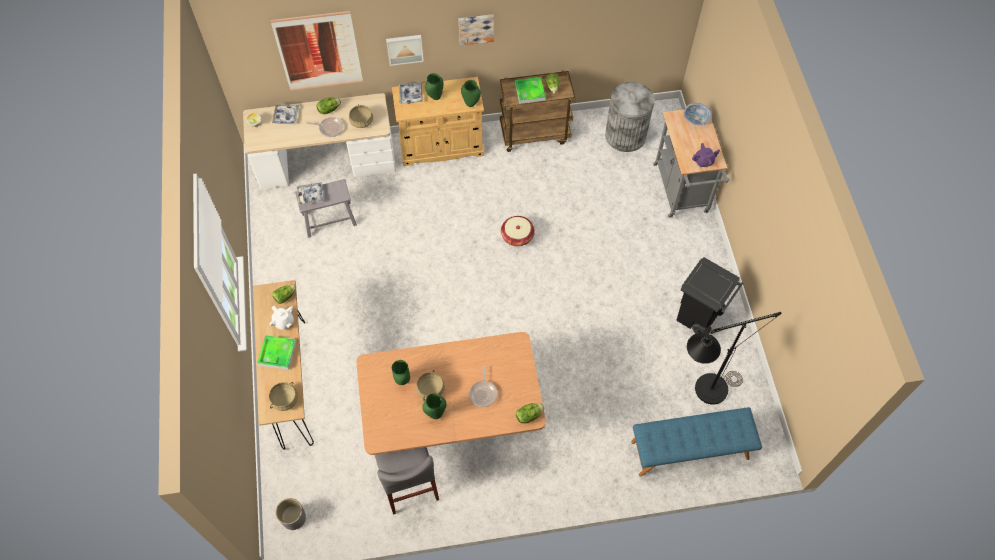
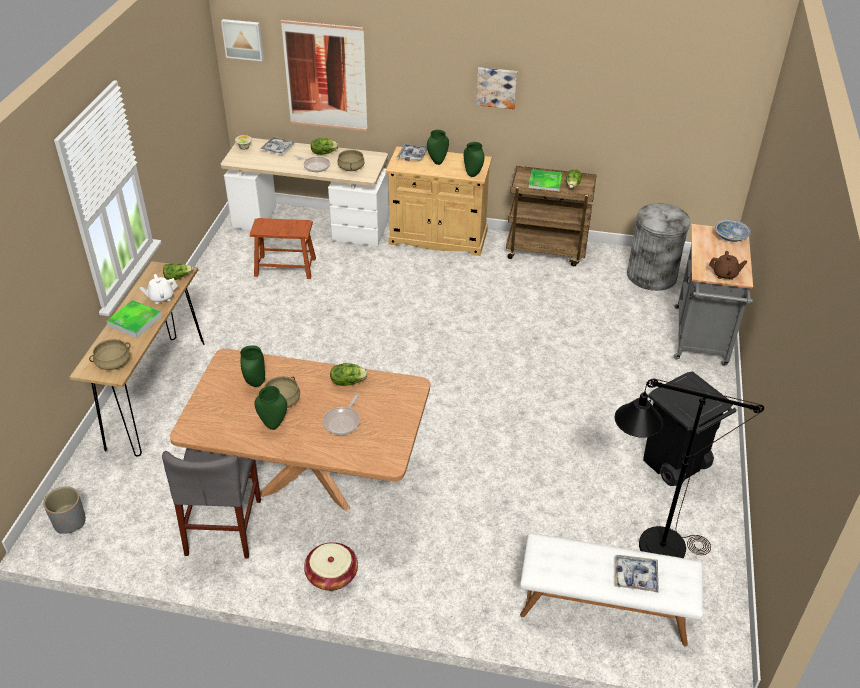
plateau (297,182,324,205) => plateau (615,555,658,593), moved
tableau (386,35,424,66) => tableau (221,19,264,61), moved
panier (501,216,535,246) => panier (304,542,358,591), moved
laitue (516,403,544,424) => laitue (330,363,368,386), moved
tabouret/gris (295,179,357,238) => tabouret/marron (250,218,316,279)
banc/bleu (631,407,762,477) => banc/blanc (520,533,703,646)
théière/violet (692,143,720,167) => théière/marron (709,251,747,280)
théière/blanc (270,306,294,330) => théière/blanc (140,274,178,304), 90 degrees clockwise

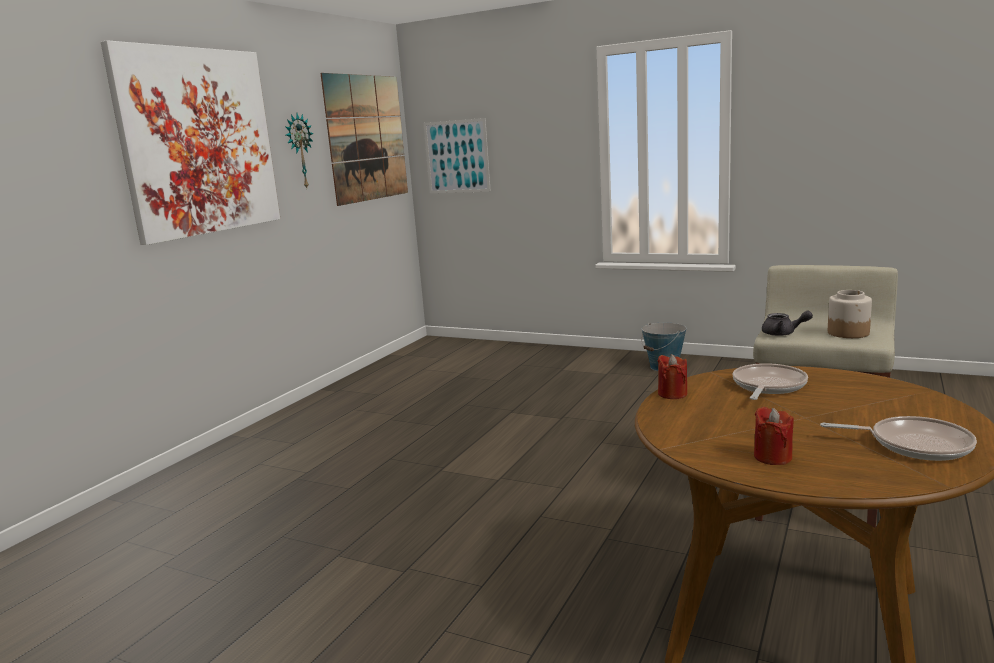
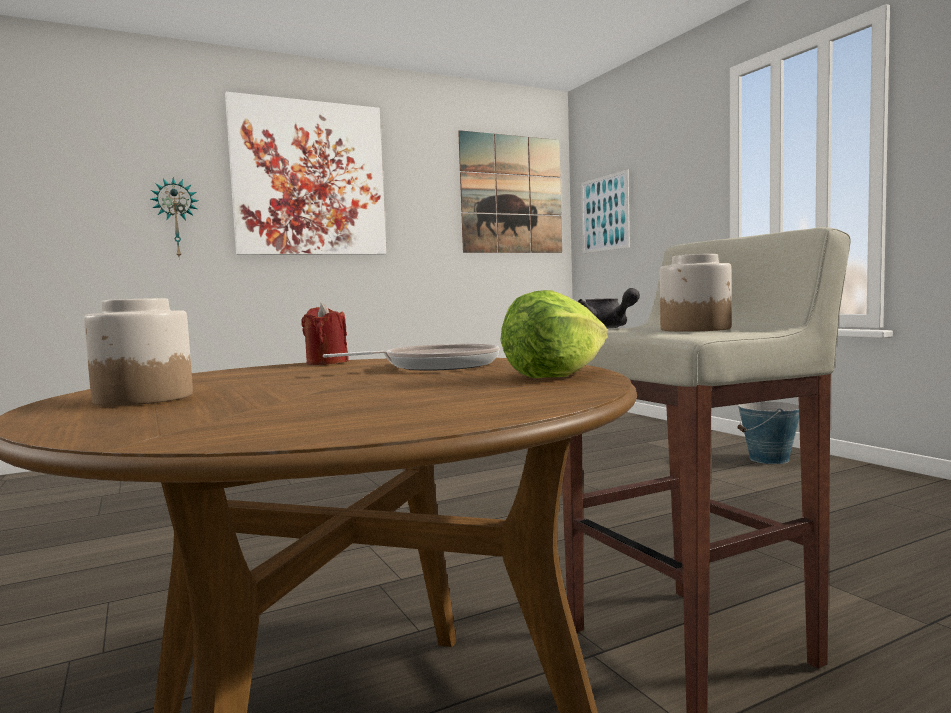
poêle (820,416,977,461) => nothing
nothing => laitue (500,290,608,378)
horloge murale (285,114,314,188) => horloge murale (150,177,199,257), moved
bougie/rouge (754,407,794,465) => bocal (84,298,193,406)

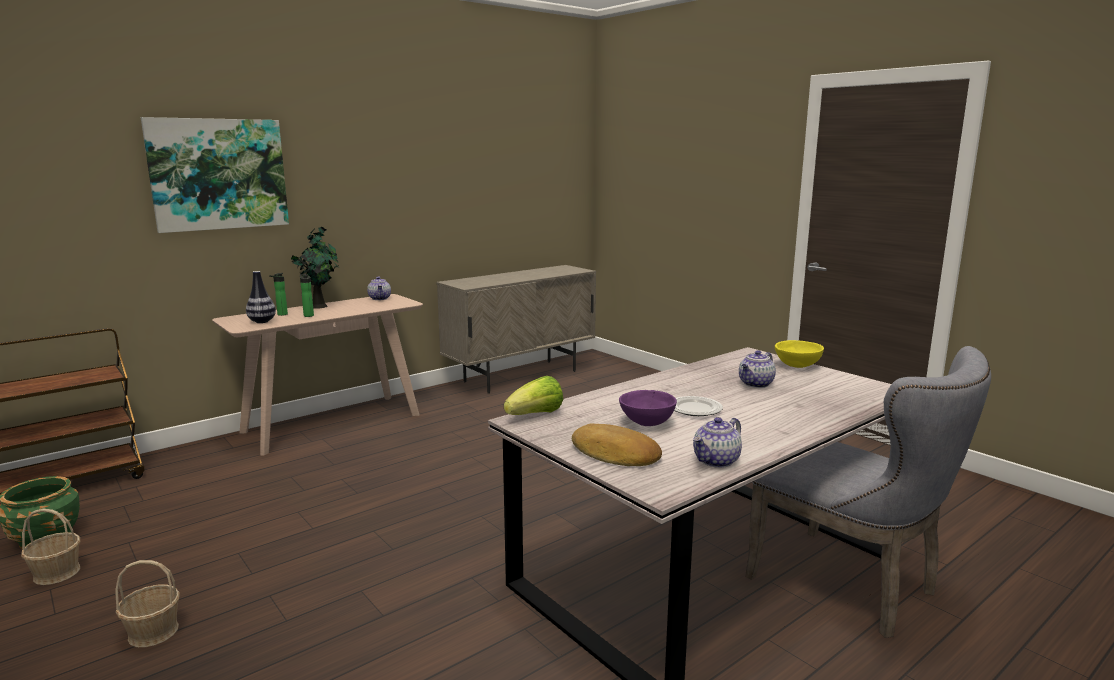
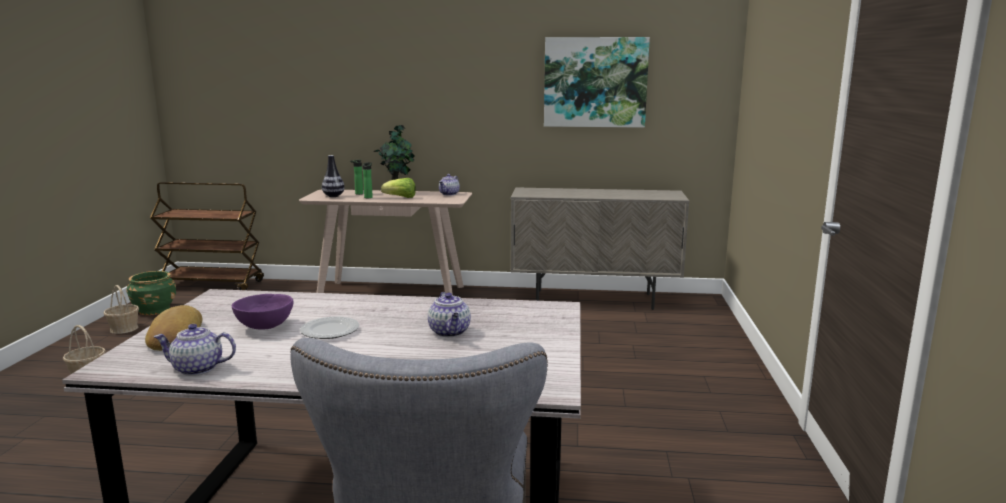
bol/jaune (775,340,824,368) => nothing
tableau (141,117,289,233) => tableau (544,37,650,128), moved
laitue (504,376,563,415) => laitue (381,178,416,198), moved
théière (739,350,776,388) => théière (428,292,471,337), 105 degrees counterclockwise

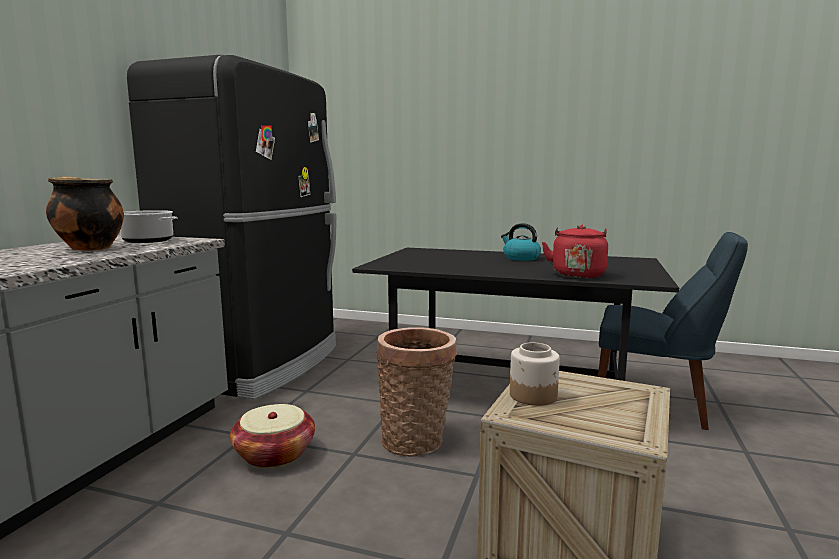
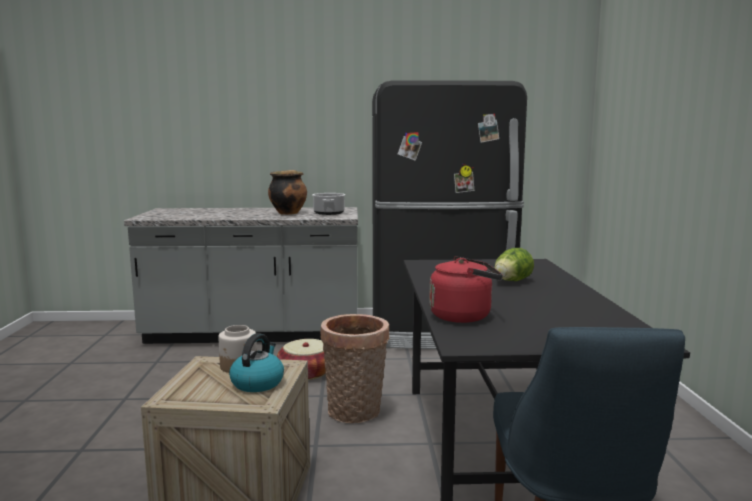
nothing => laitue (495,248,534,281)
bouilloire (501,223,541,261) => bouilloire (229,333,284,392), moved

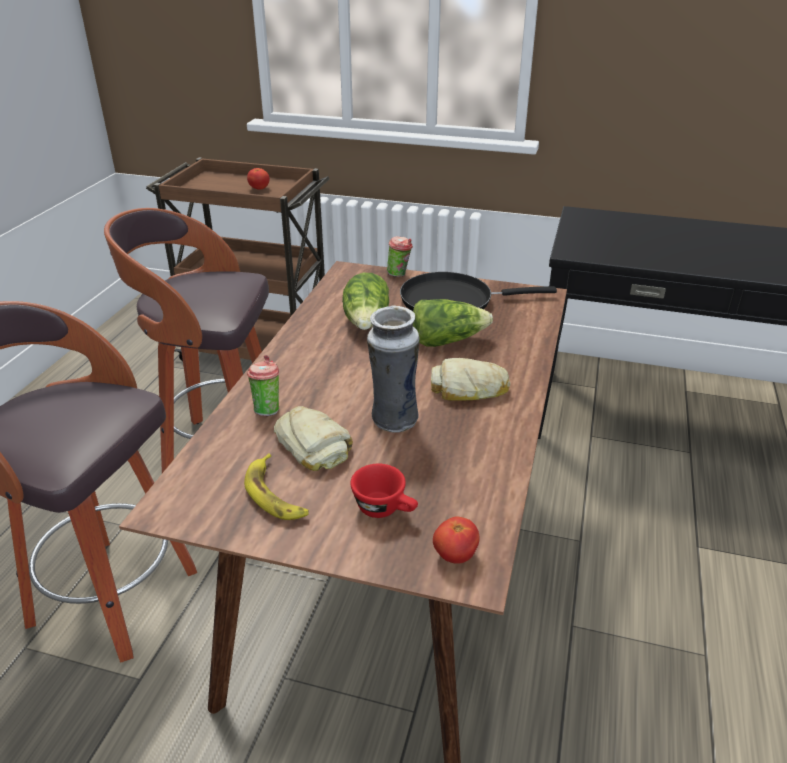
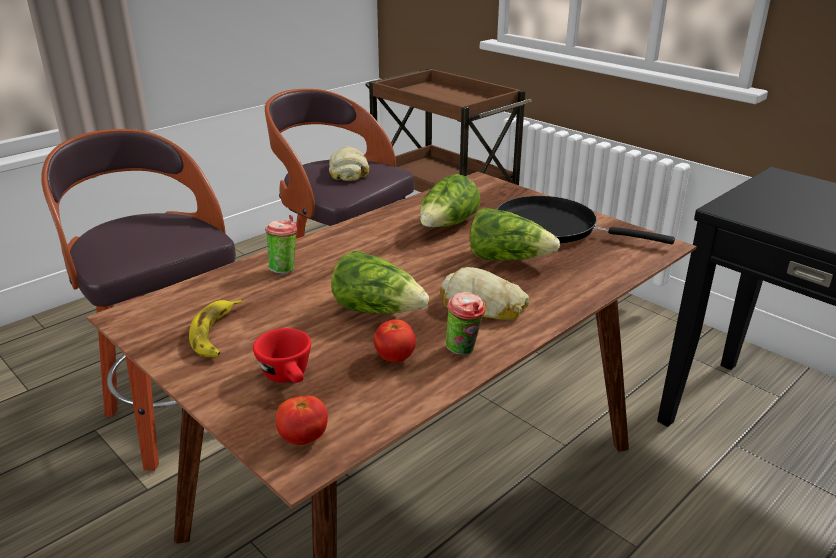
tomate (247,168,270,190) => tomate (374,319,416,363), moved
pain (274,406,353,471) => pain (329,146,369,181), moved
tasse (387,236,413,277) => tasse (446,292,486,355), moved
vase (367,305,420,432) => laitue (331,251,429,314)

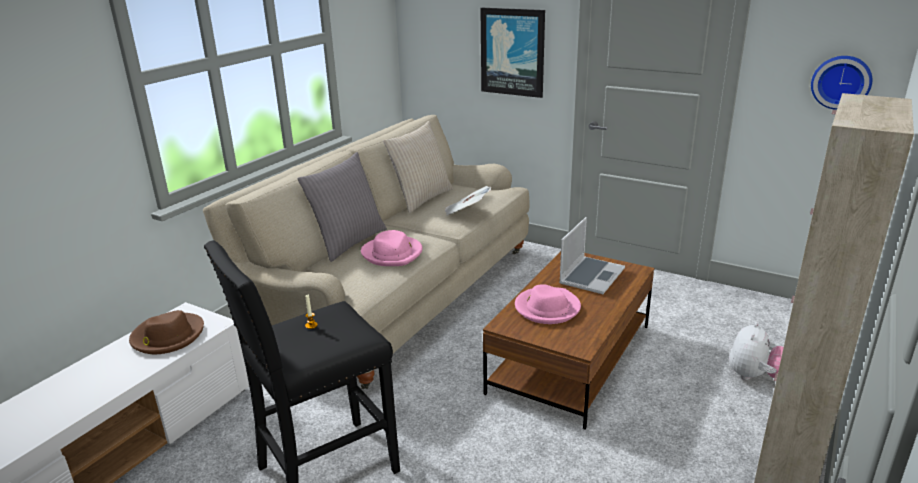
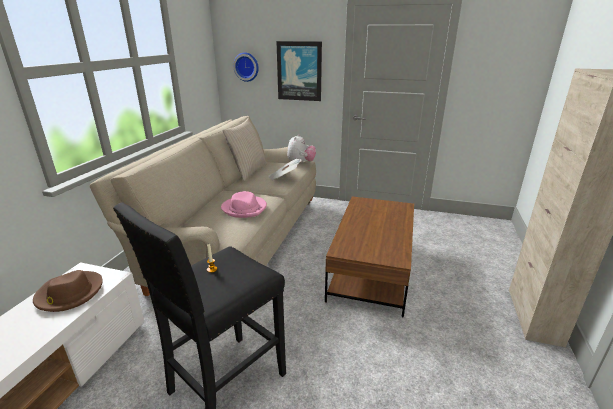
coussin/gris (298,152,387,262) => nothing
chapeau/rose (515,284,581,324) => nothing
ordinateur portable (559,217,625,294) => nothing
peluche (729,322,784,380) => peluche (287,134,316,164), moved
horloge murale (811,56,872,110) => horloge murale (233,52,259,82), moved

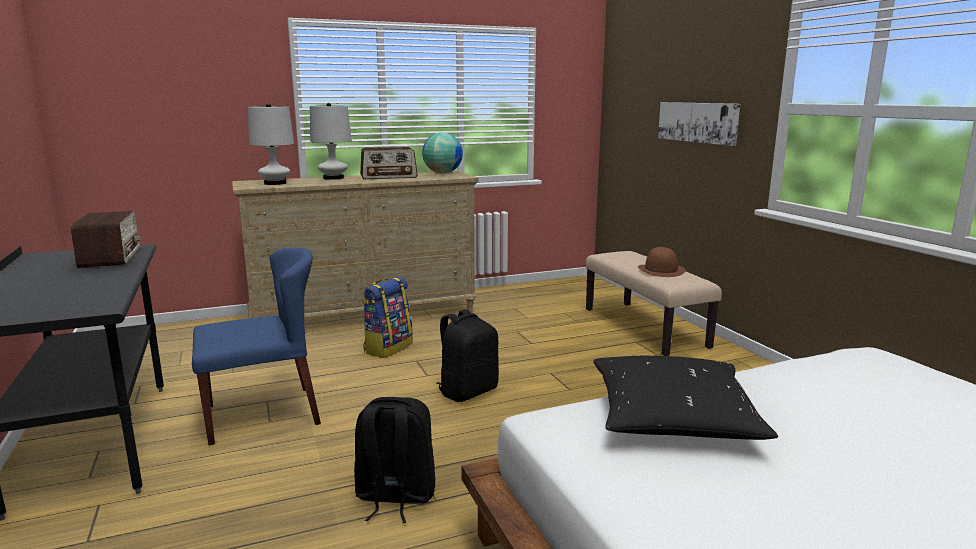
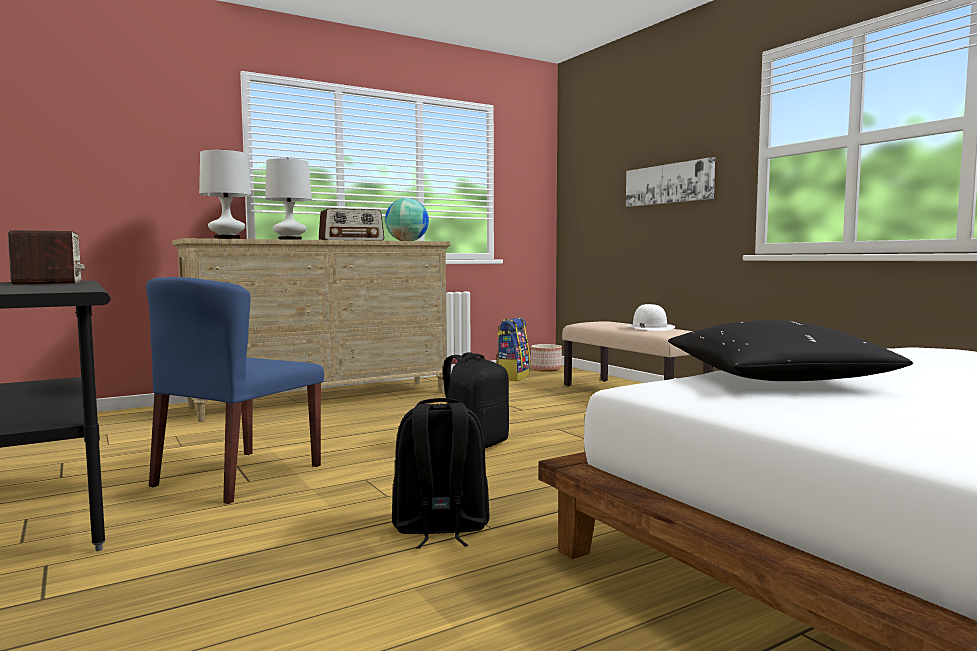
nothing => cache-pot (531,344,562,372)
sac à dos (362,276,413,358) => sac à dos (496,317,530,381), moved
chapeau/marron (638,247,686,277) => chapeau/blanc (625,304,675,331)
chaise/bleu (192,247,321,445) => chaise/bleu (146,277,324,504), 150 degrees clockwise

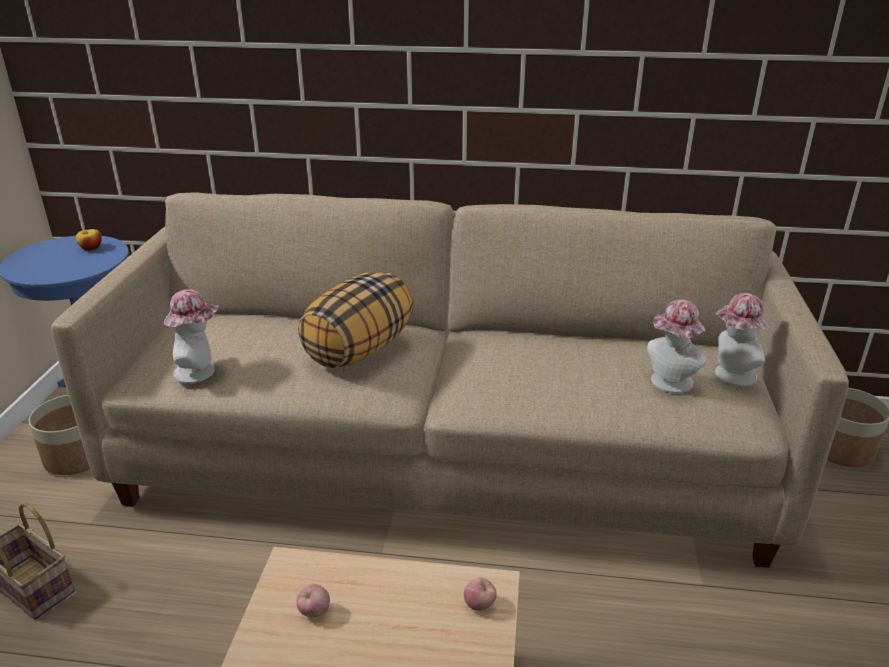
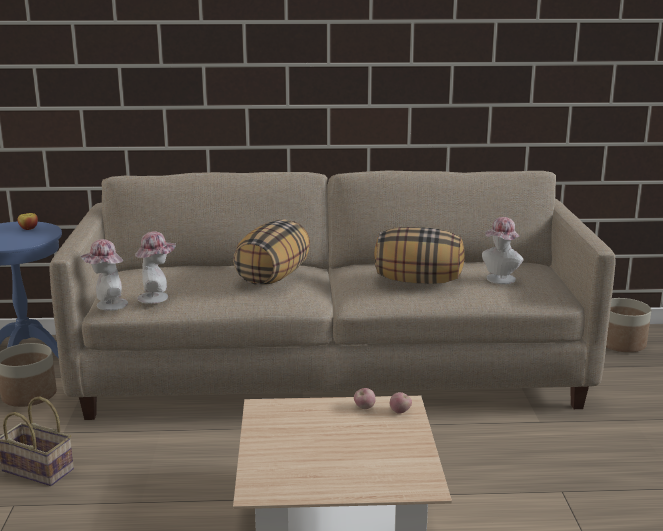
nothing => coussin (374,227,465,284)
pomme (297,584,330,617) => pomme (354,388,376,409), moved
chapeau (715,293,770,386) => chapeau (81,239,128,311), moved

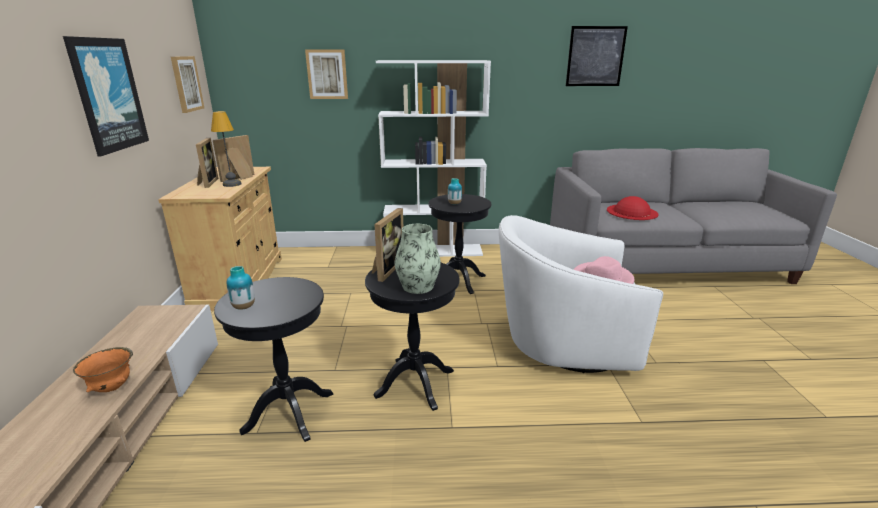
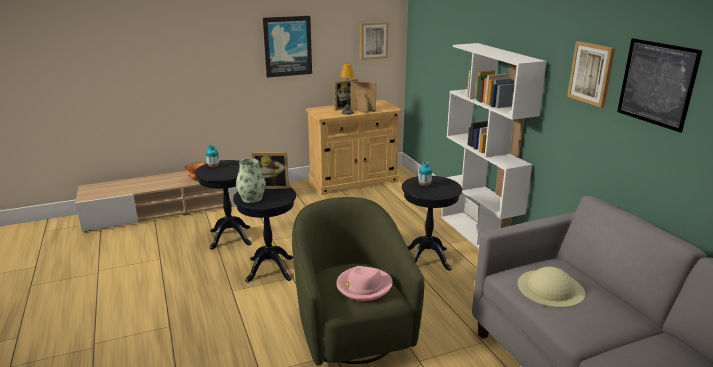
tableau (305,50,348,99) => tableau (567,41,615,107), moved
fauteuil/blanc (499,215,663,373) => fauteuil/vert (292,197,424,365)
chapeau/rouge (607,196,658,220) => chapeau/beige (518,267,585,308)

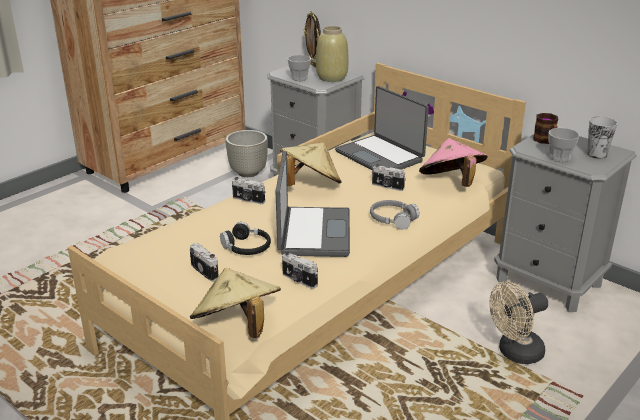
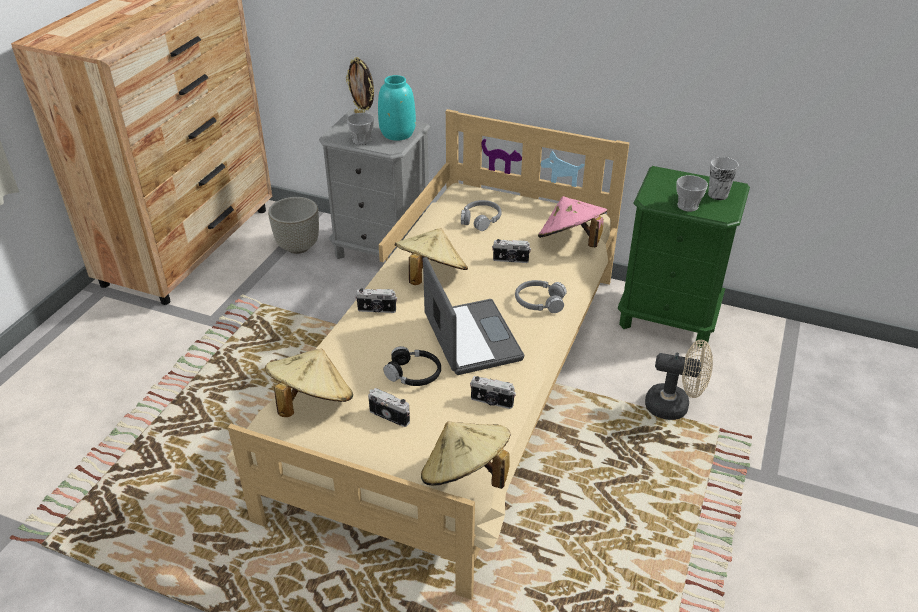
mug (533,113,558,144) => nothing
nothing => chapeau/beige (265,348,353,417)
ordinateur portable (335,86,429,170) => casque audio/gris (461,200,502,231)
vase/beige (316,26,348,82) => vase/turquoise (378,75,416,141)
table de chevet/gris (494,134,637,312) => table de chevet/vert (618,166,750,348)
ventilateur/beige (489,281,548,364) => ventilateur/beige (645,340,713,420), 120 degrees counterclockwise

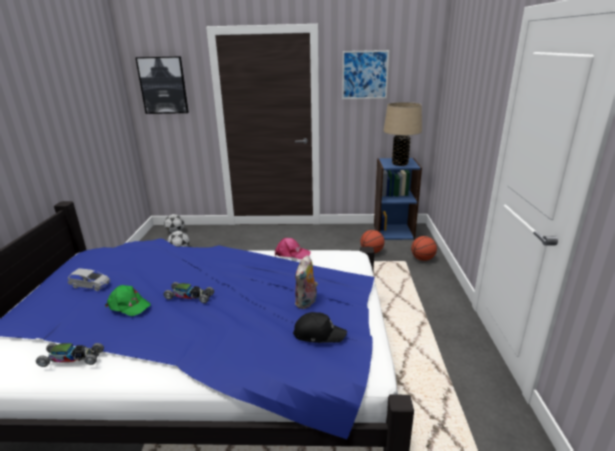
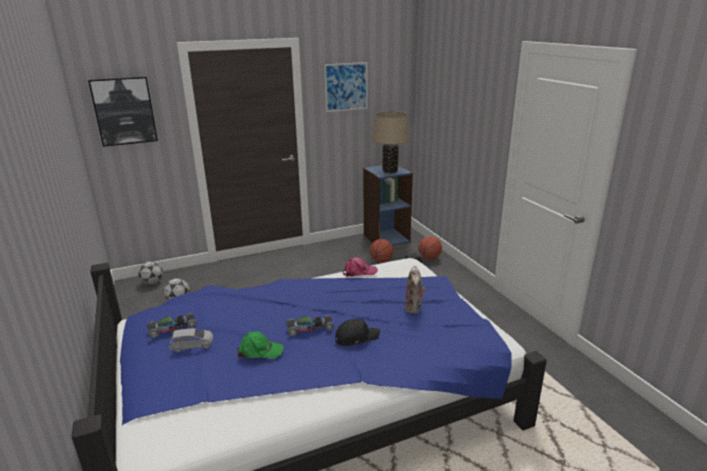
petite voiture (36,343,104,367) => petite voiture (147,313,197,338), moved
casquette/noir (293,312,347,343) => casquette/noir (335,319,380,346), moved

